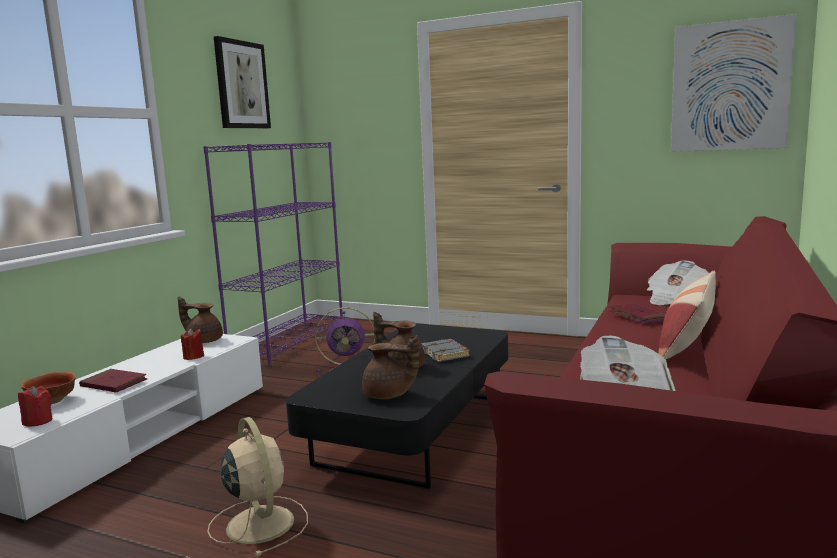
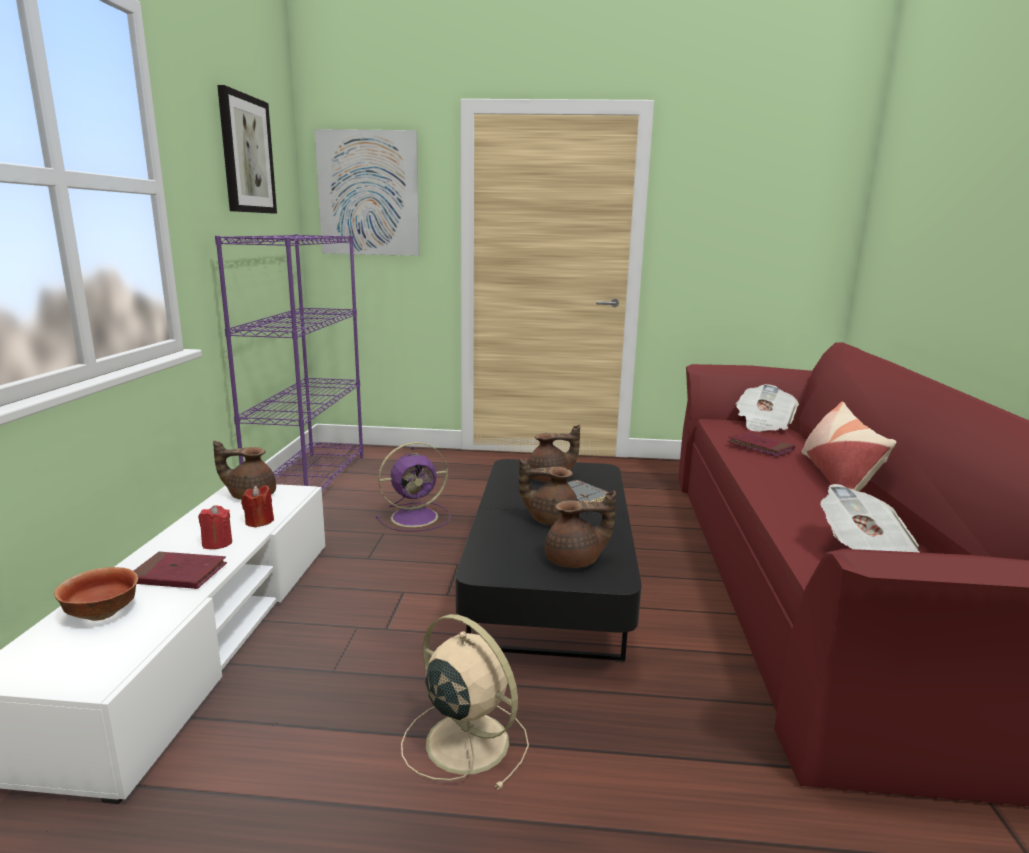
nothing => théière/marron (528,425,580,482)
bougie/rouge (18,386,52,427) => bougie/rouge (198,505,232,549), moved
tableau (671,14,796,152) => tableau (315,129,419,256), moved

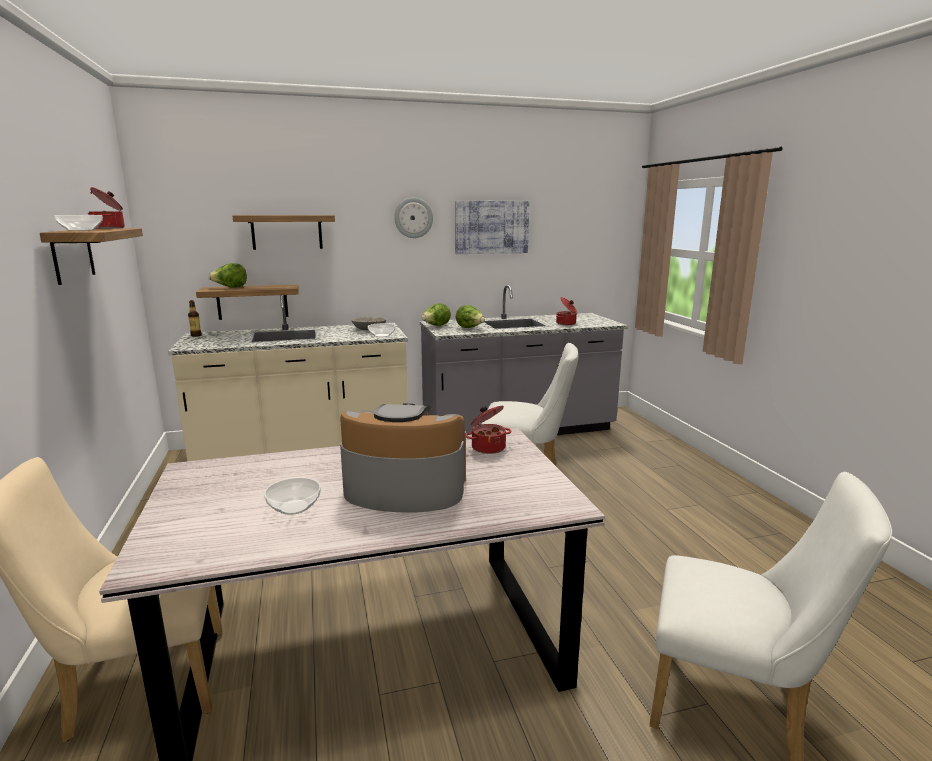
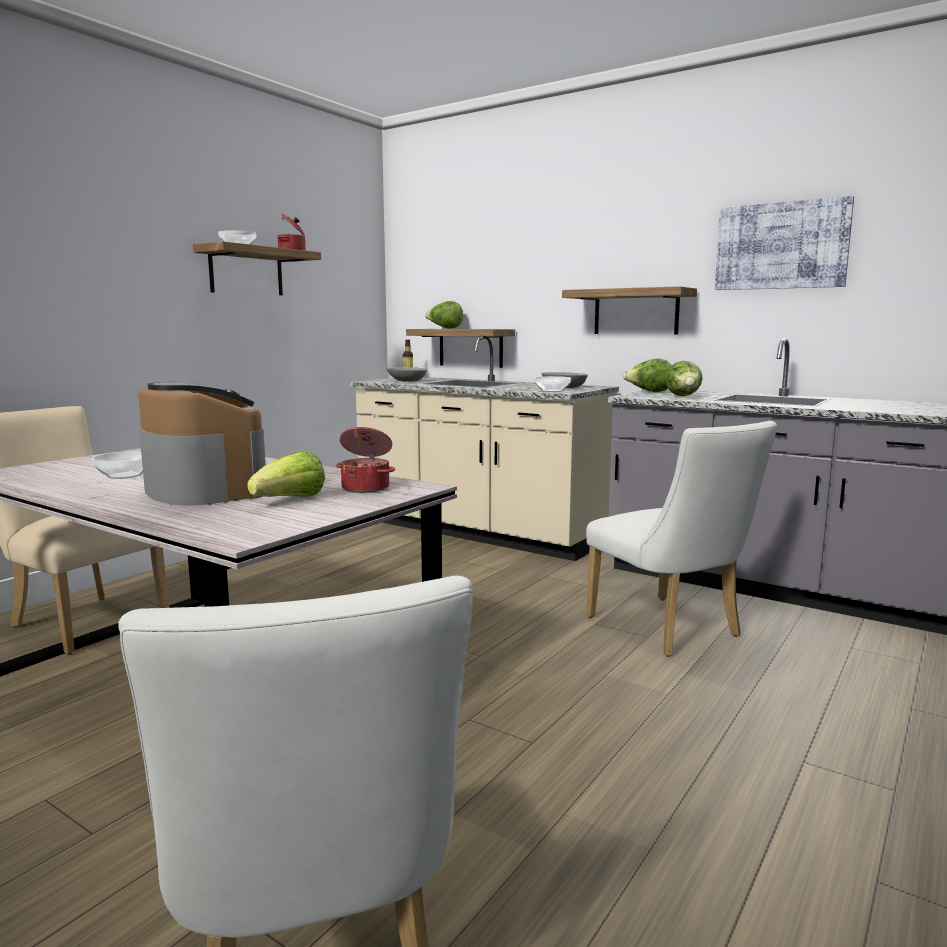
horloge murale (394,198,433,238) => nothing
marmite (556,297,577,325) => nothing
nothing => laitue (247,450,325,497)
nothing => bol/gris (386,367,428,382)
étagère (233,215,335,250) => étagère (562,286,697,335), moved

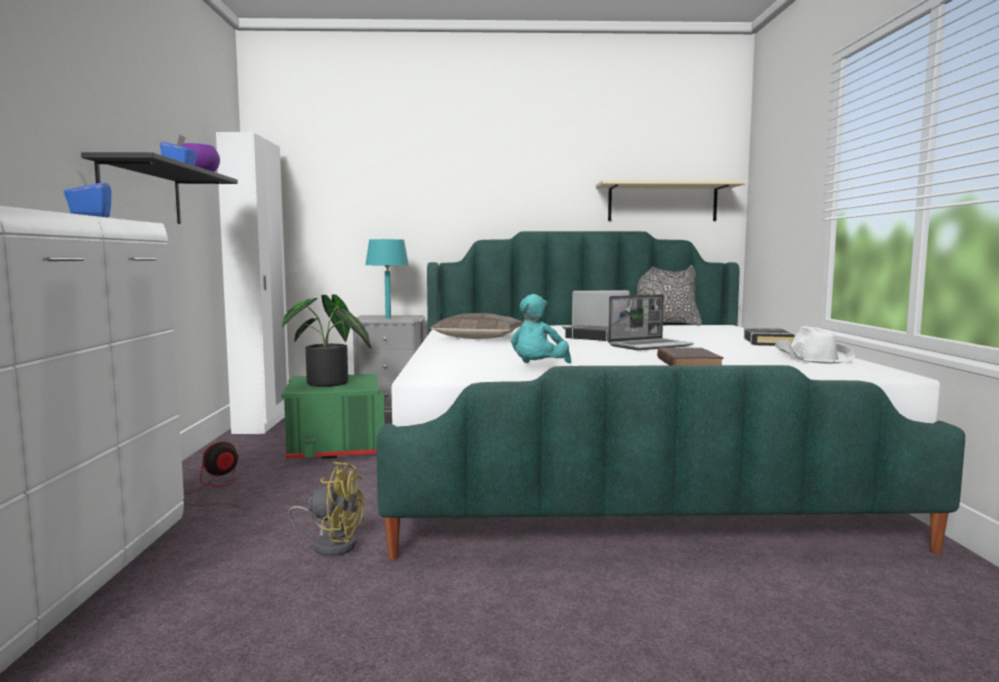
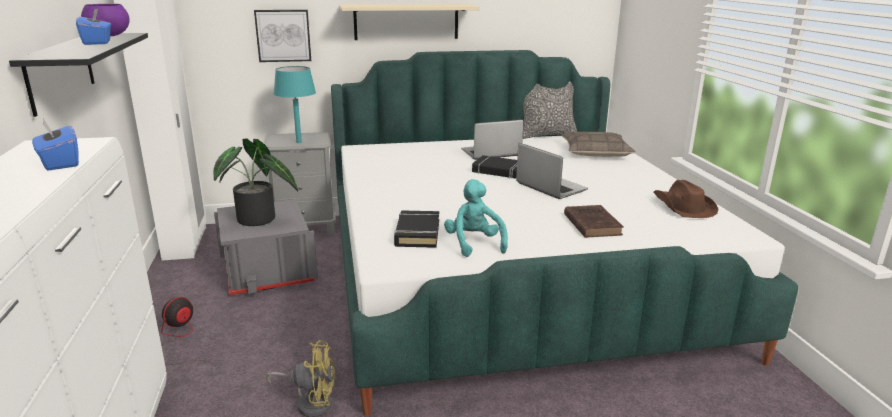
nothing => tableau (254,10,311,62)
coussin (431,313,523,339) => coussin (561,132,636,157), moved
étagère/beige (596,180,747,221) => étagère/beige (340,4,480,40), moved
livre/noir (744,328,794,346) => livre/noir (394,211,439,248), moved
boîte de rangement/vert (281,374,385,459) => boîte de rangement/gris (214,199,318,295)
chapeau/blanc (775,326,855,363) => chapeau/marron (653,180,719,218)
peluche/turquoise (511,294,571,363) => peluche/turquoise (444,179,508,257), 150 degrees clockwise
ordinateur portable (608,294,694,350) => ordinateur portable (516,143,588,199), 90 degrees counterclockwise

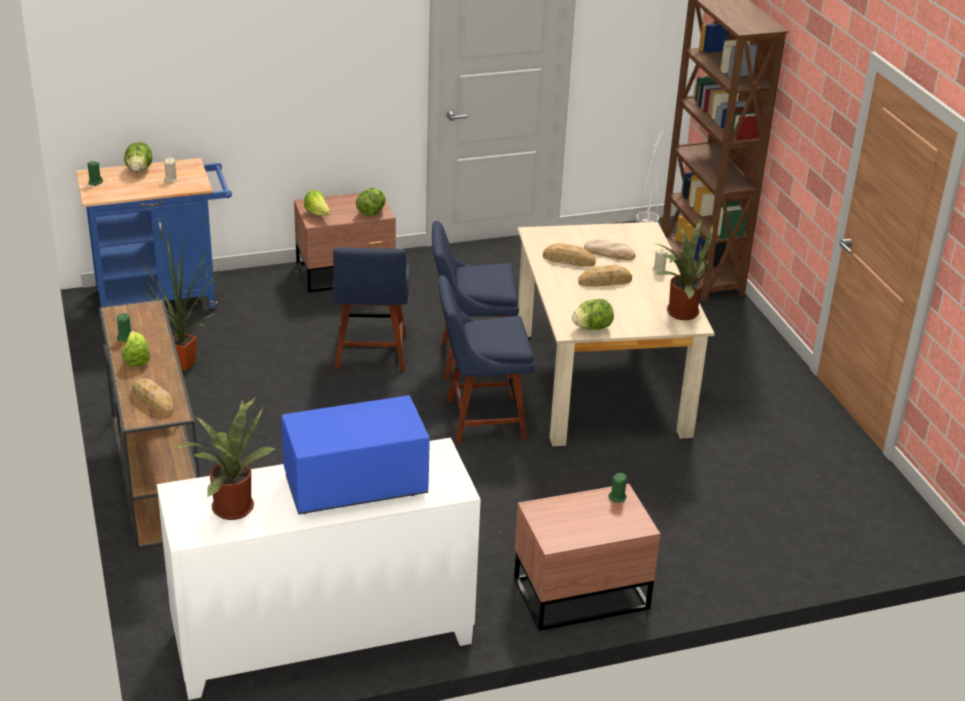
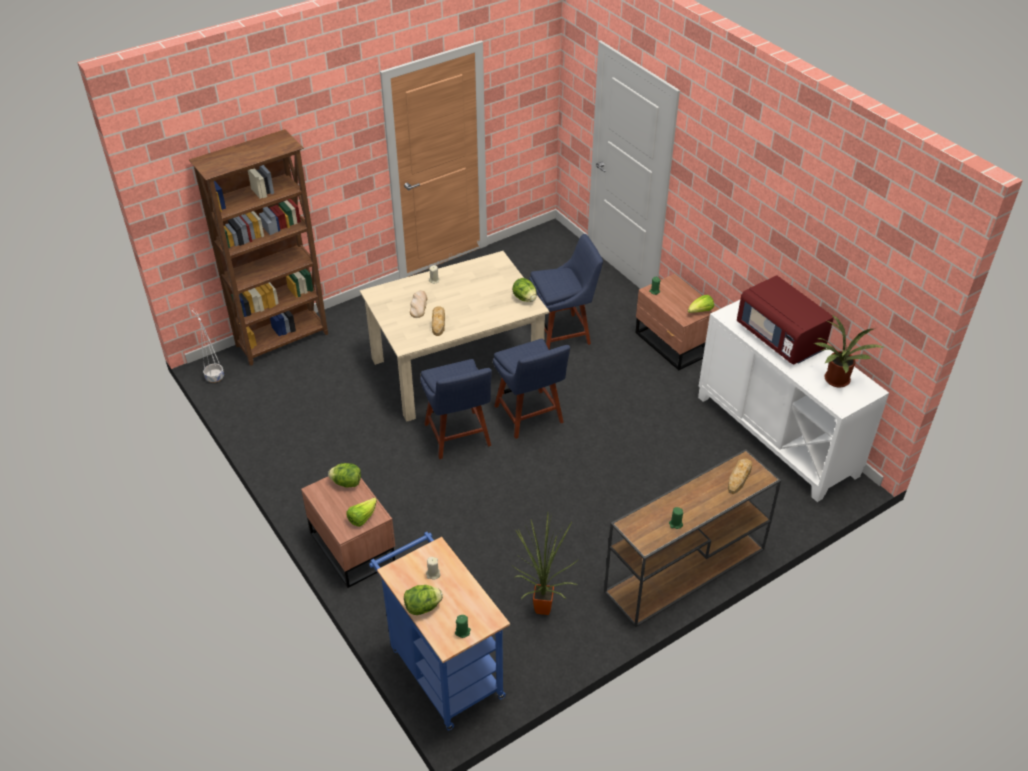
pain (578,265,632,287) => nothing
plante en pot (655,220,713,320) => nothing
laitue (122,331,150,367) => laitue (688,295,714,313), moved
chaise/bleu (333,247,410,371) => chaise/bleu (529,234,603,350), moved
micro-ondes/bleu (281,395,430,515) => micro-ondes/rouge (737,275,834,364)

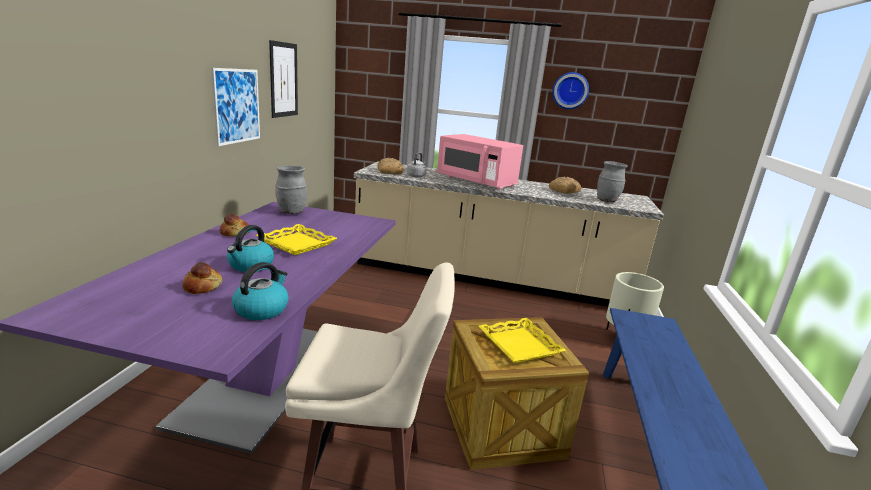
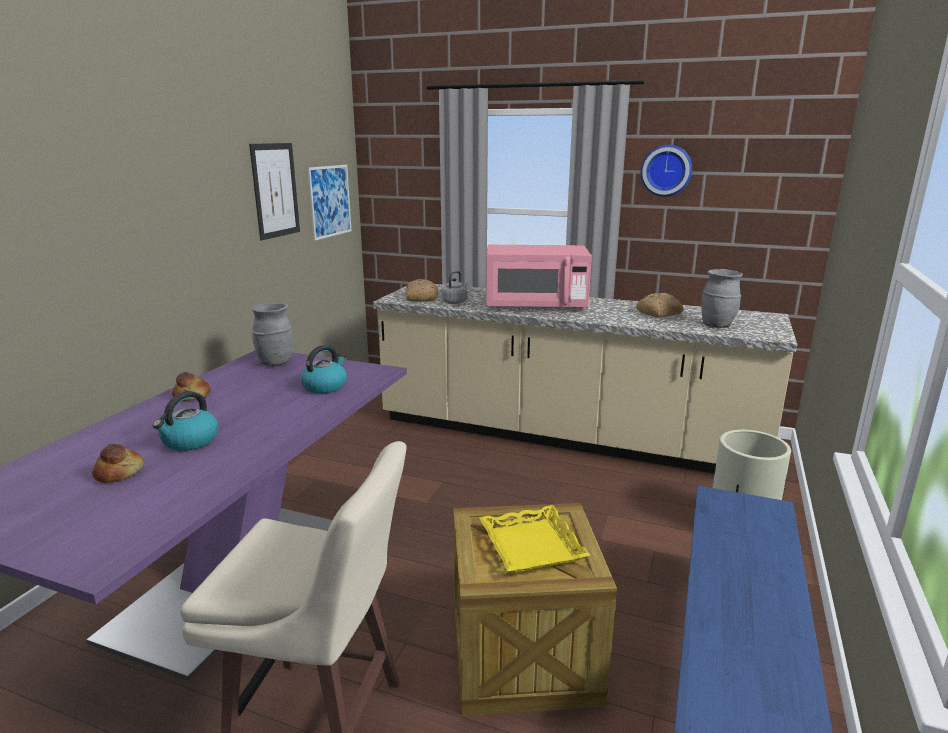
plateau/jaune (256,224,337,255) => nothing
tableau (211,68,260,146) => tableau (307,165,352,241), moved
bouilloire (232,262,289,320) => bouilloire (300,345,347,394), moved
micro-ondes/rose (437,134,523,190) => micro-ondes/rose (486,245,592,310), 45 degrees counterclockwise

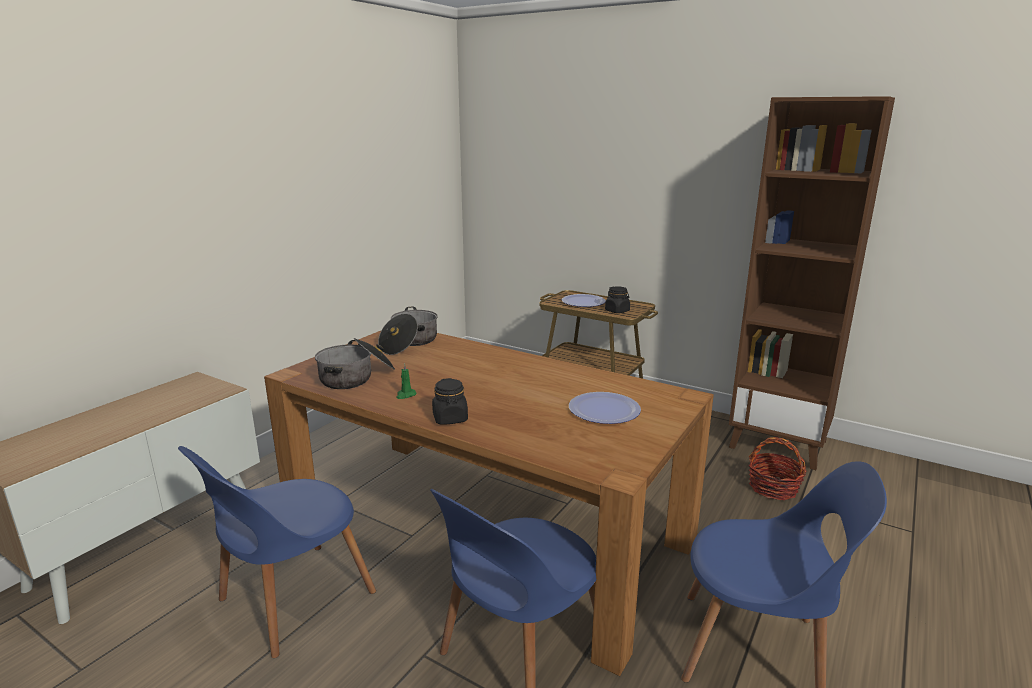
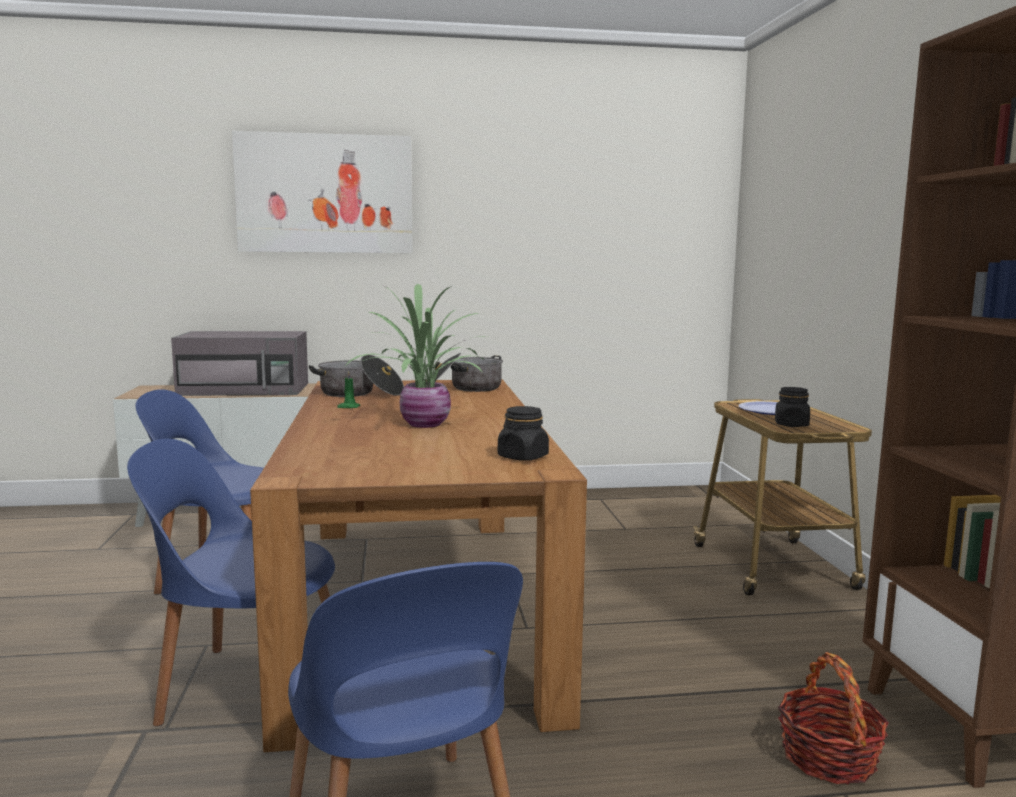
assiette (569,392,641,424) => nothing
nothing => micro-ondes/gris (171,331,308,396)
nothing => tableau (232,131,413,253)
nothing => plante en pot (345,284,488,428)
bocal/noir (432,378,468,425) => bocal/noir (498,406,549,461), moved

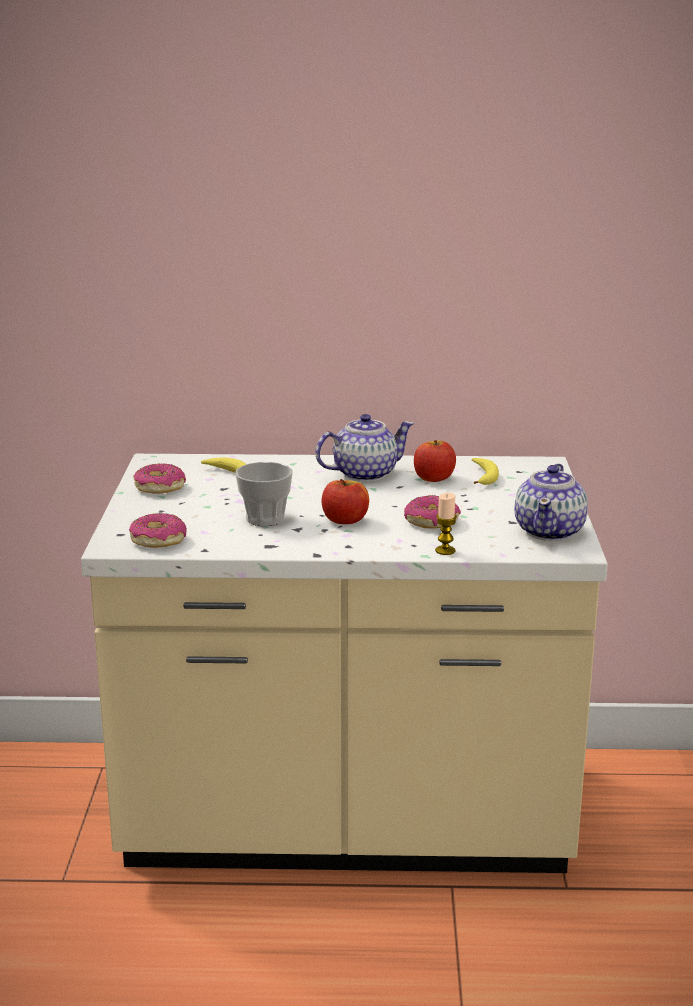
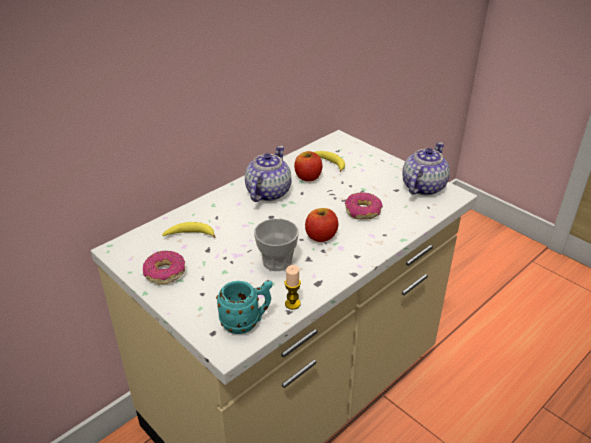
bougie (435,493,457,555) => bougie (285,265,301,310), moved
beignet (129,513,187,548) => mug/turquoise (216,280,272,334)
théière (514,463,588,541) => théière (402,142,450,196), 120 degrees counterclockwise

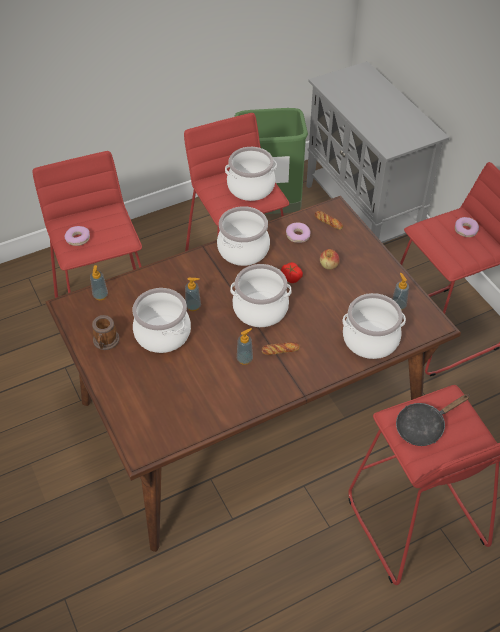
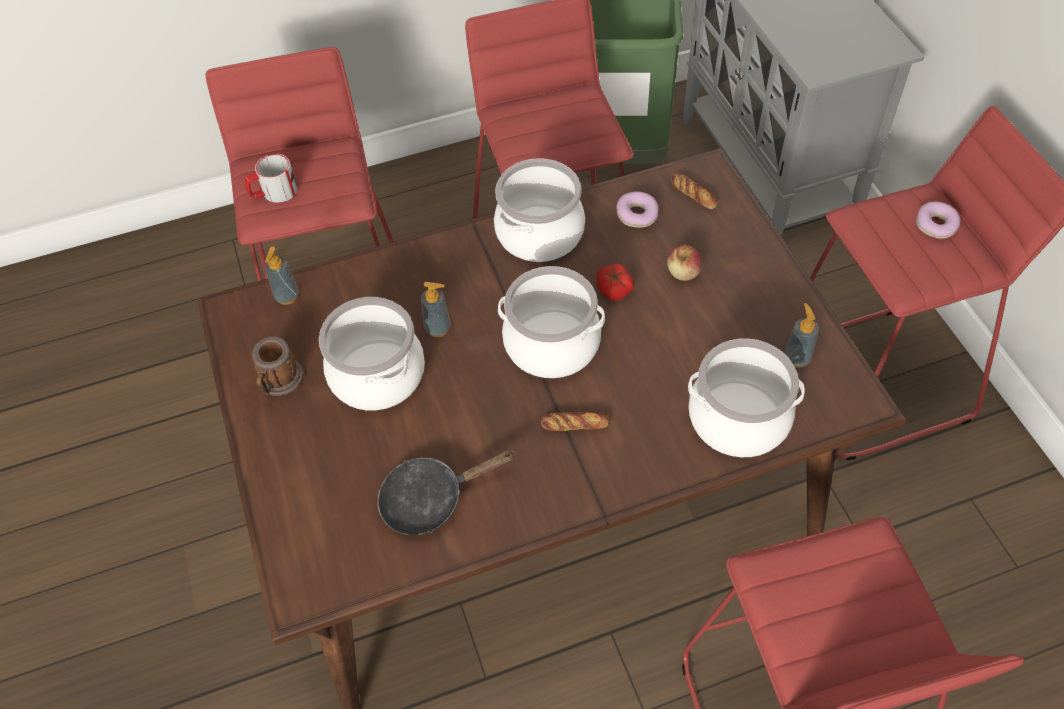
marmite (225,147,277,201) => nothing
distributeur de savon (237,328,253,365) => nothing
poêle/noir (396,394,469,446) => poêle/noir (378,450,516,536), moved
beignet (64,226,90,246) => mug (245,153,298,203)

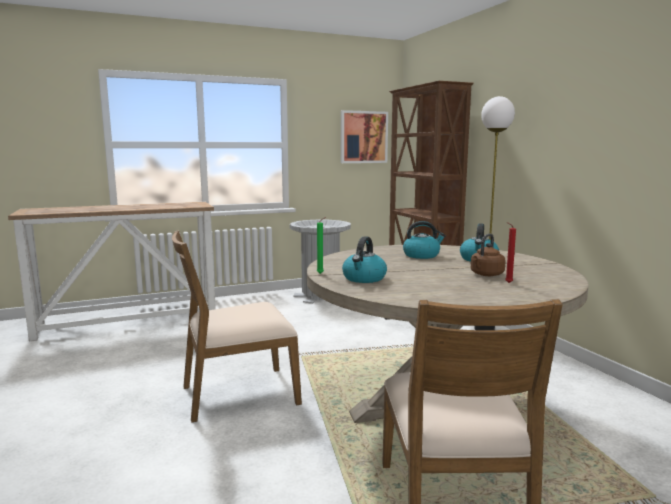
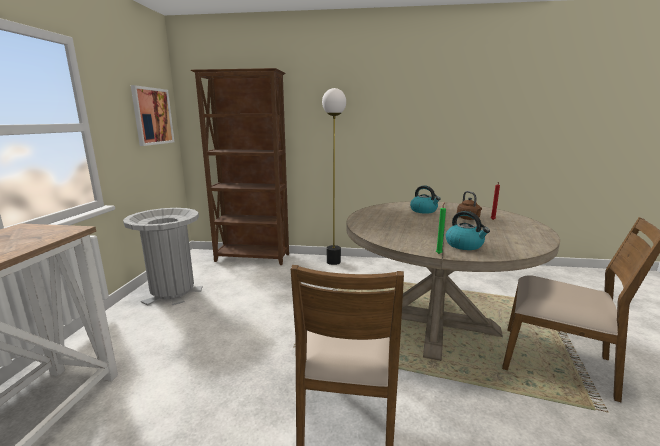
bouilloire (403,221,446,259) => nothing

